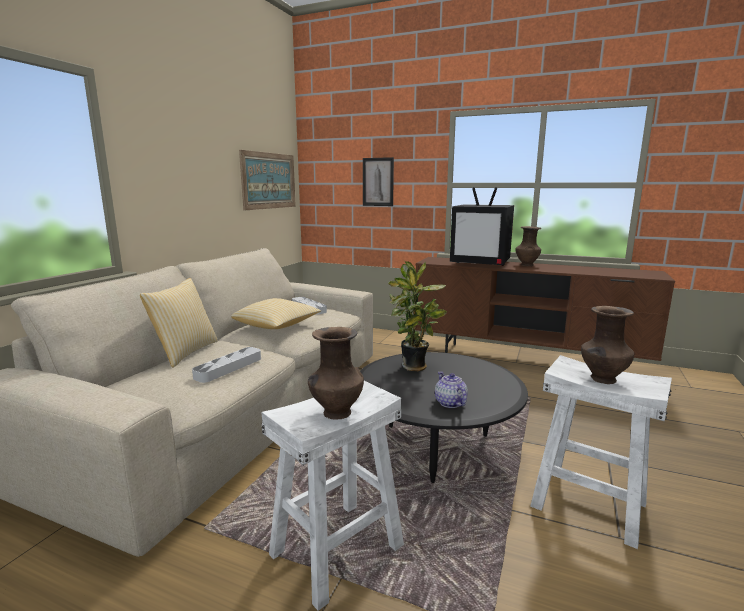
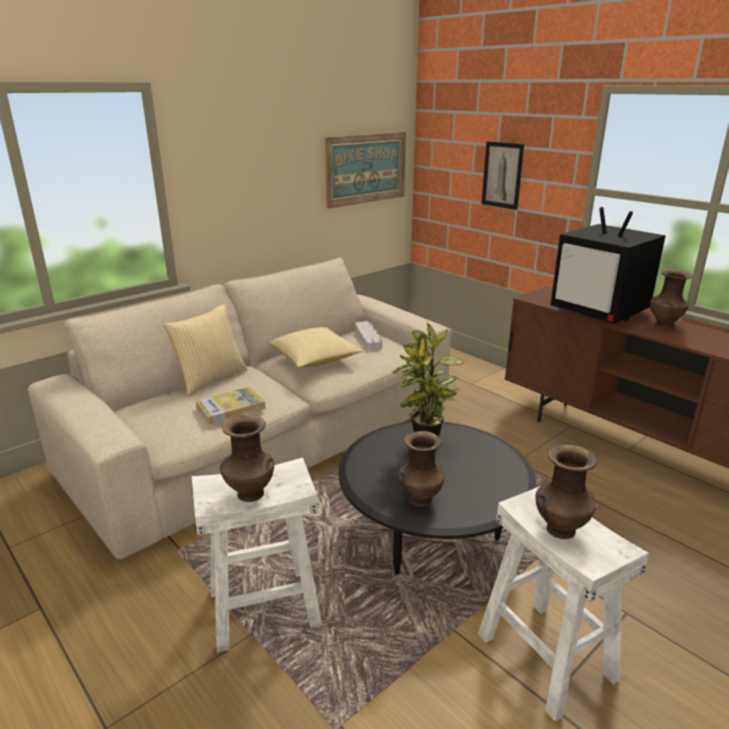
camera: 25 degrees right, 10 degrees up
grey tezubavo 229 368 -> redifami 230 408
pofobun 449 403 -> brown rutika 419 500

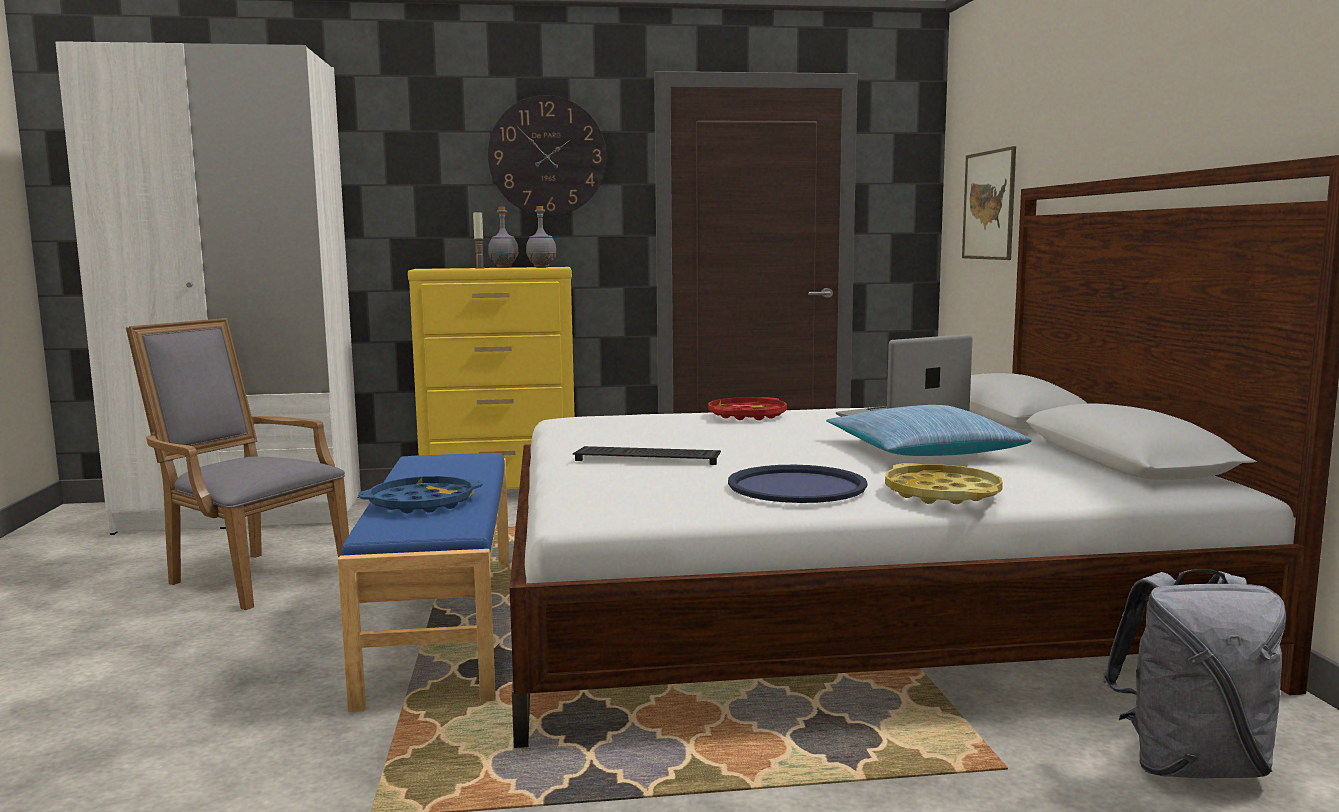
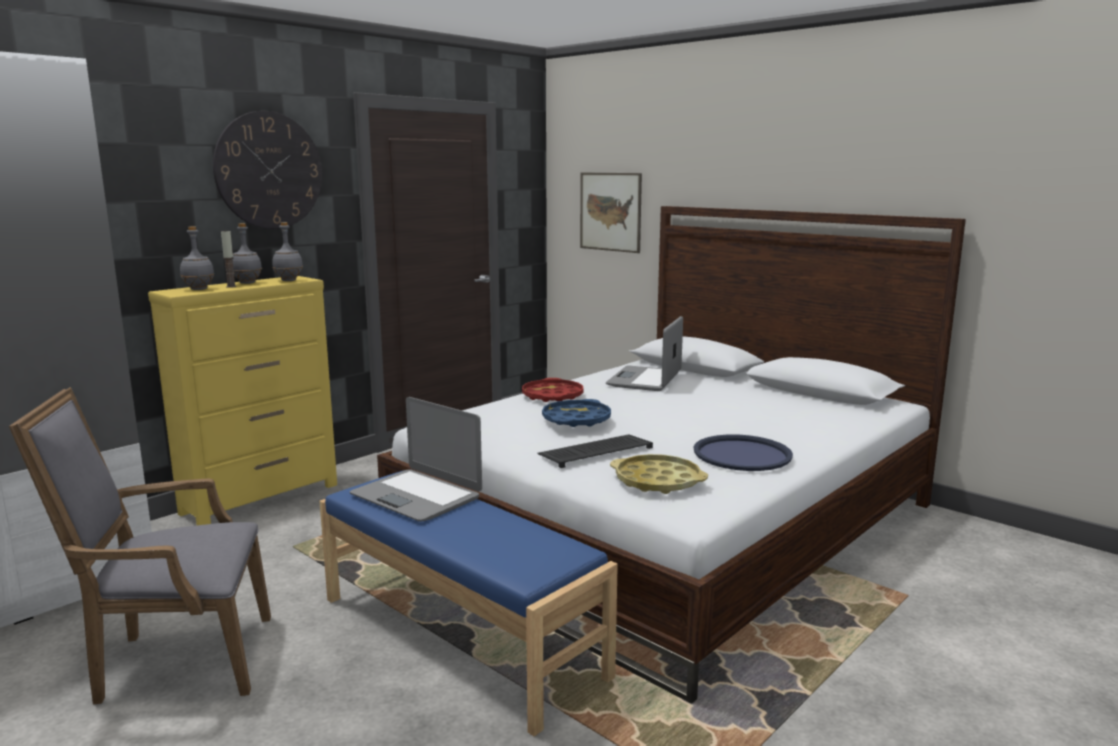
camera: 40 degrees left, 5 degrees up
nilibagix 922 451 -> none
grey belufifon 1190 765 -> none
none -> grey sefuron 199 289
none -> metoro 417 496
blue tezubavo 422 503 -> blue tezubavo 576 419, moved
yellow tezubavo 942 494 -> yellow tezubavo 657 481, moved

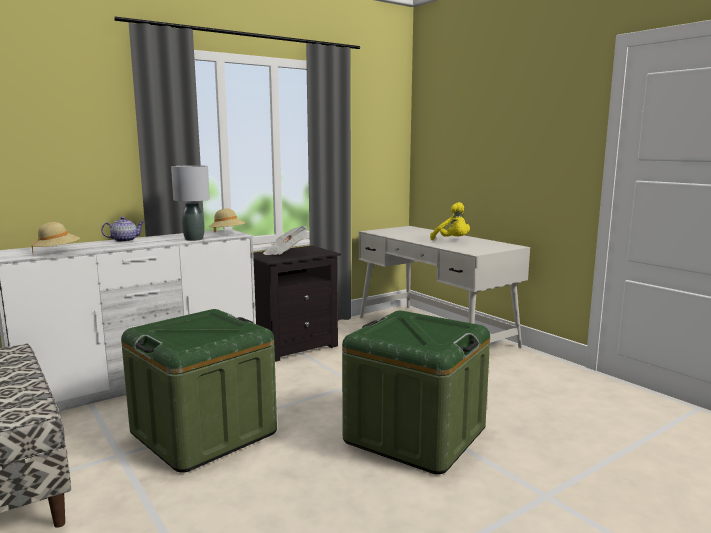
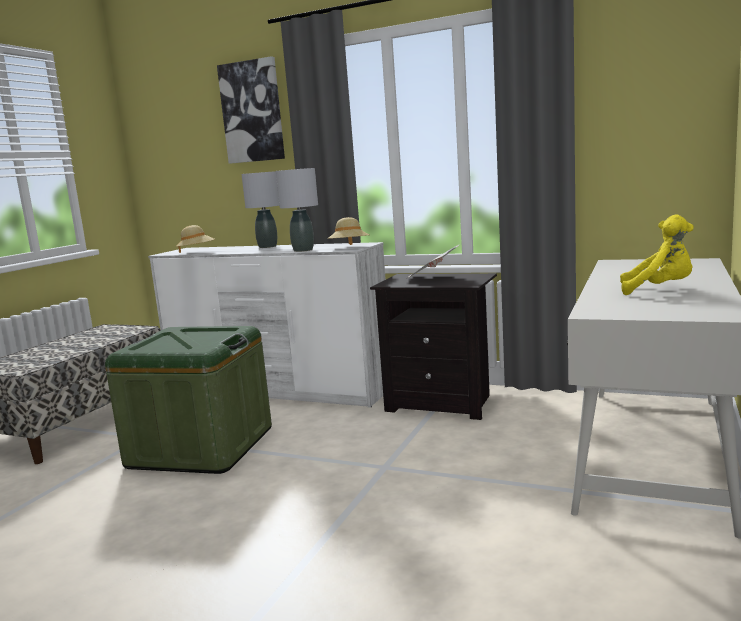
camera: 60 degrees right, 0 degrees up
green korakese 415 435 -> none
none -> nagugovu 252 112
pofobun 124 240 -> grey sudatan 267 246
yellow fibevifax 452 241 -> yellow fibevifax 659 290, 90 degrees counterclockwise

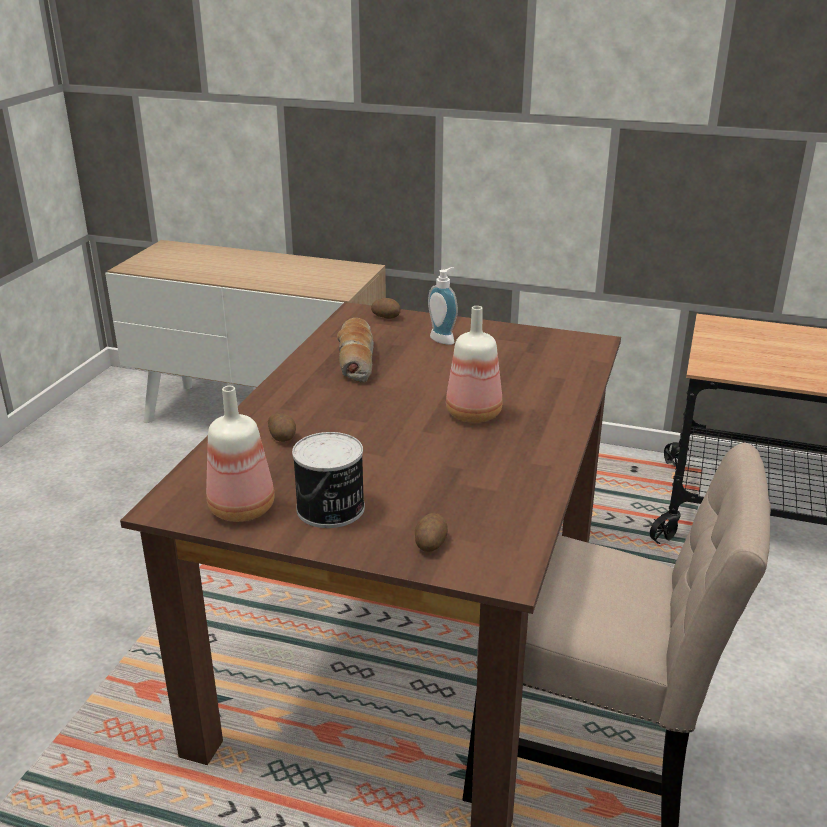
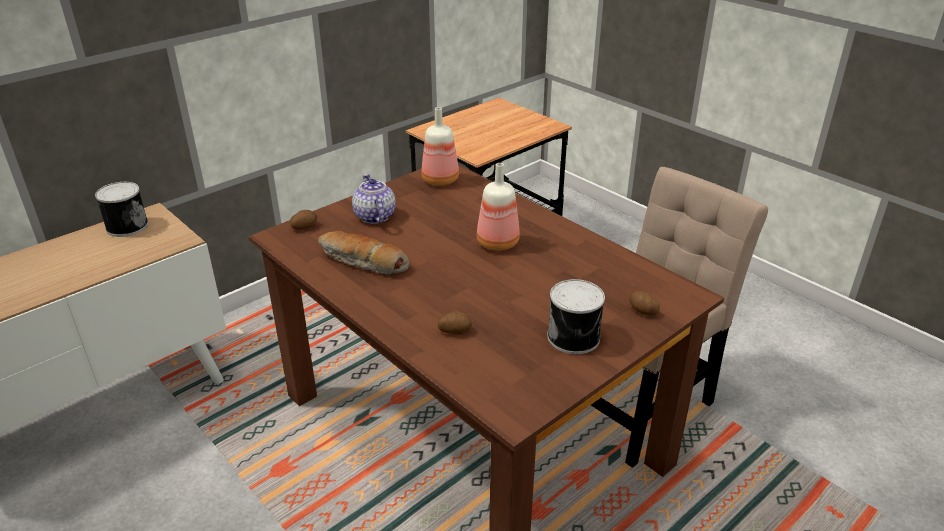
camera: 60 degrees left, 5 degrees up
none -> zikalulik 126 226
sefuron 243 508 -> sefuron 439 180, moved
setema 444 339 -> pofobun 374 216

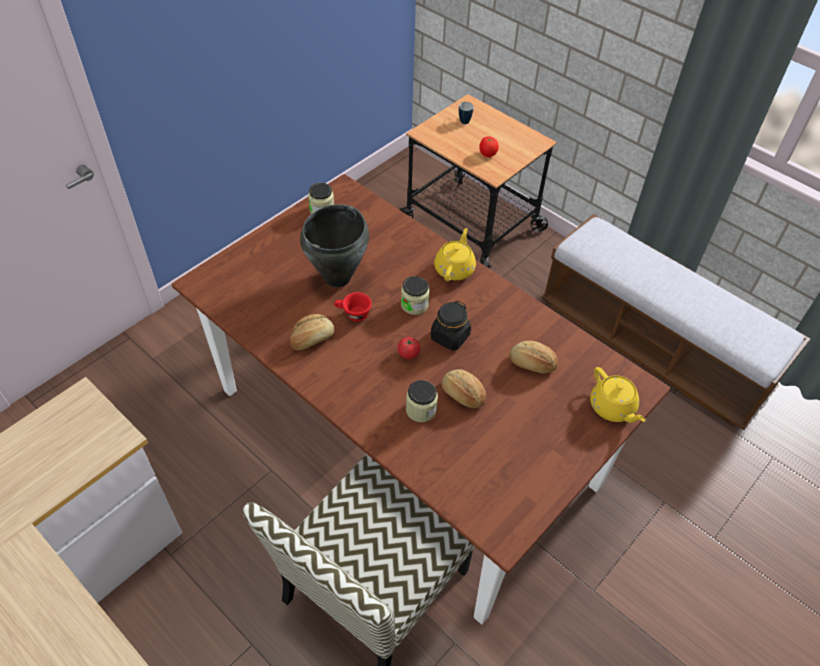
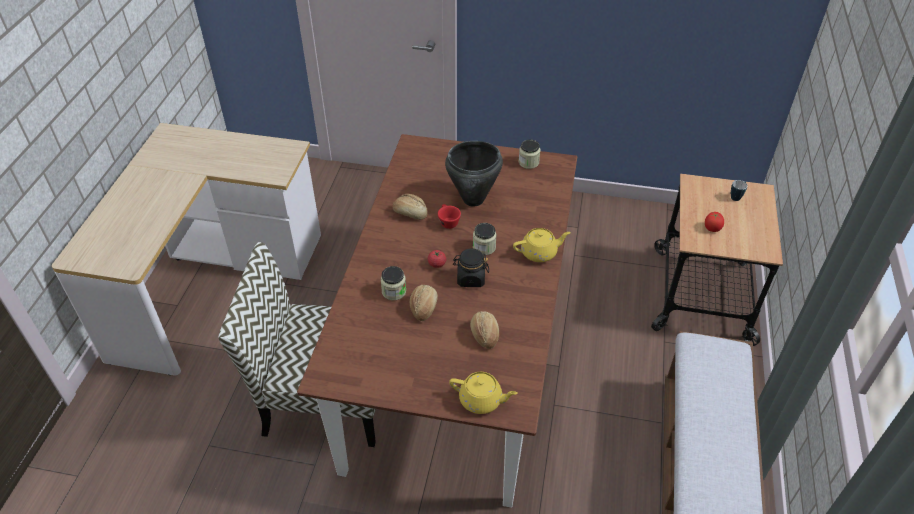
camera: 60 degrees right, 5 degrees down
yellow pofobun 612 407 -> yellow pofobun 481 400, 105 degrees counterclockwise

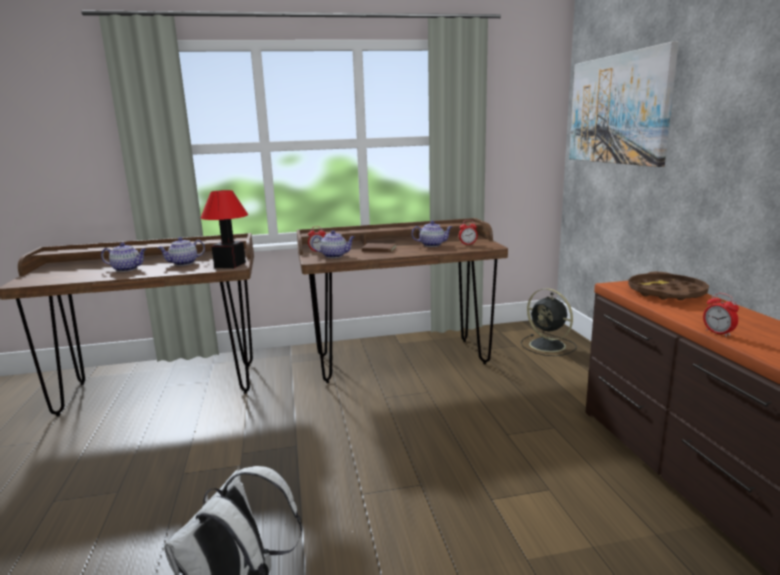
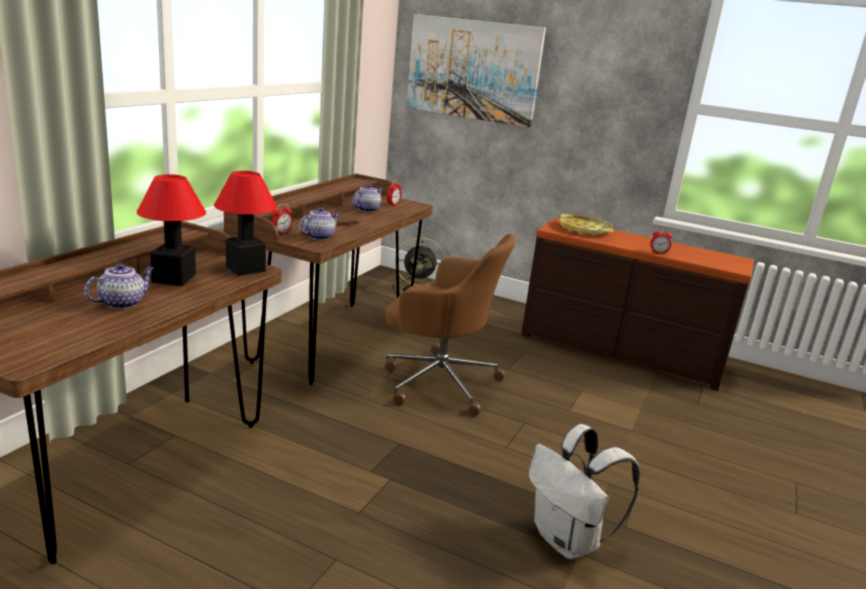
camera: 55 degrees left, 5 degrees up
none -> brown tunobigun 438 381
pofobun 183 263 -> sudatan 175 278
brown tezubavo 666 293 -> yellow tezubavo 584 230

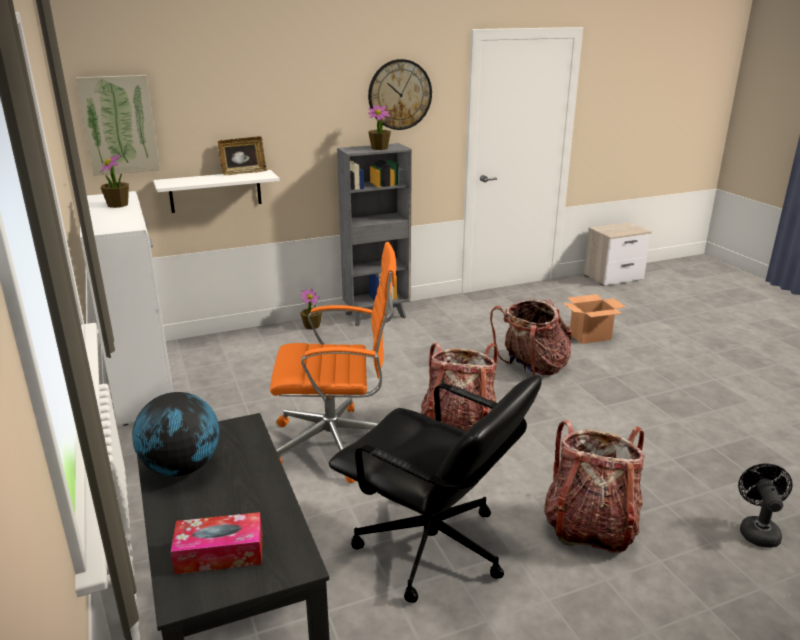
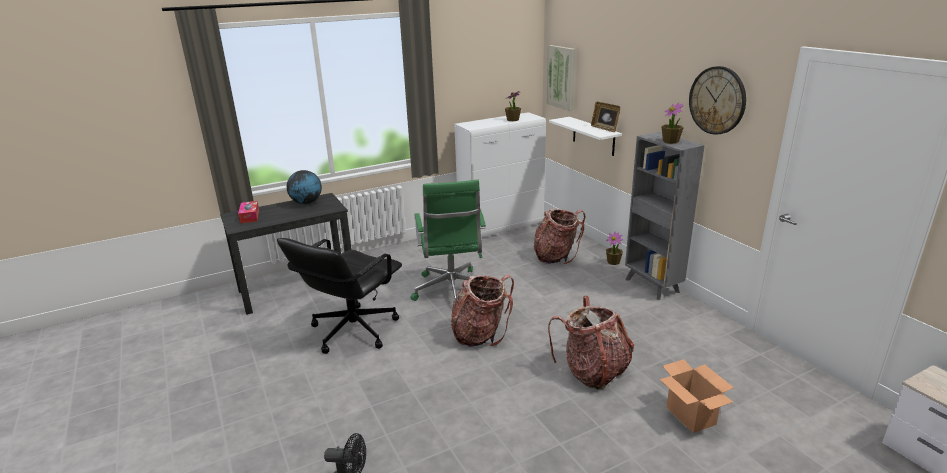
camera: 85 degrees right, 0 degrees up
belufifon 589 526 -> belufifon 556 256, moved
orange tunobigun 337 444 -> green tunobigun 452 291

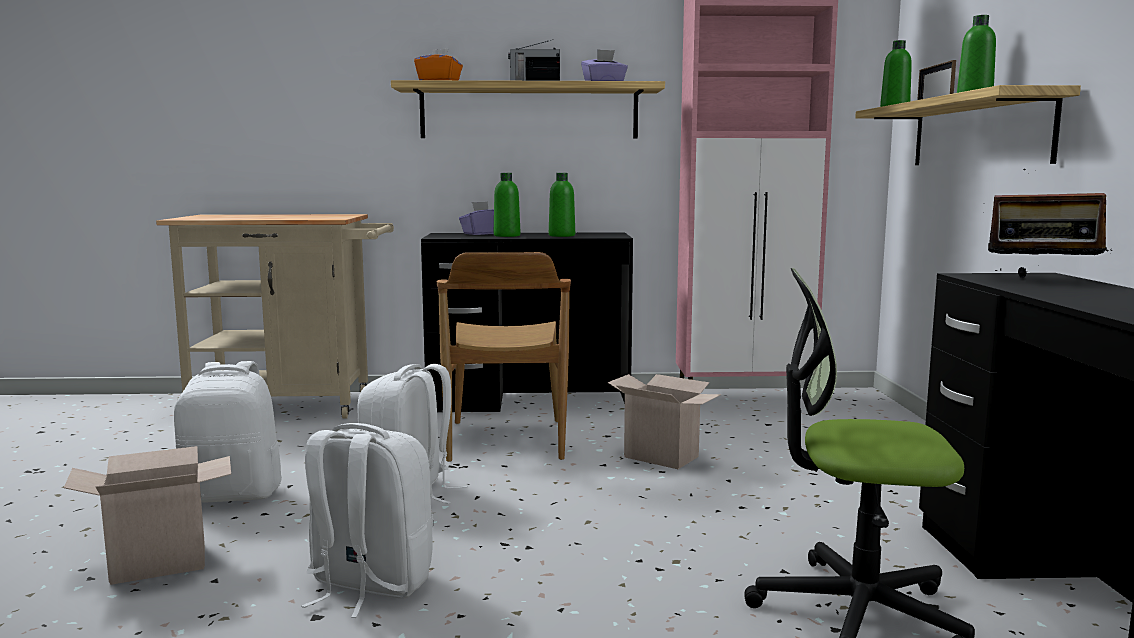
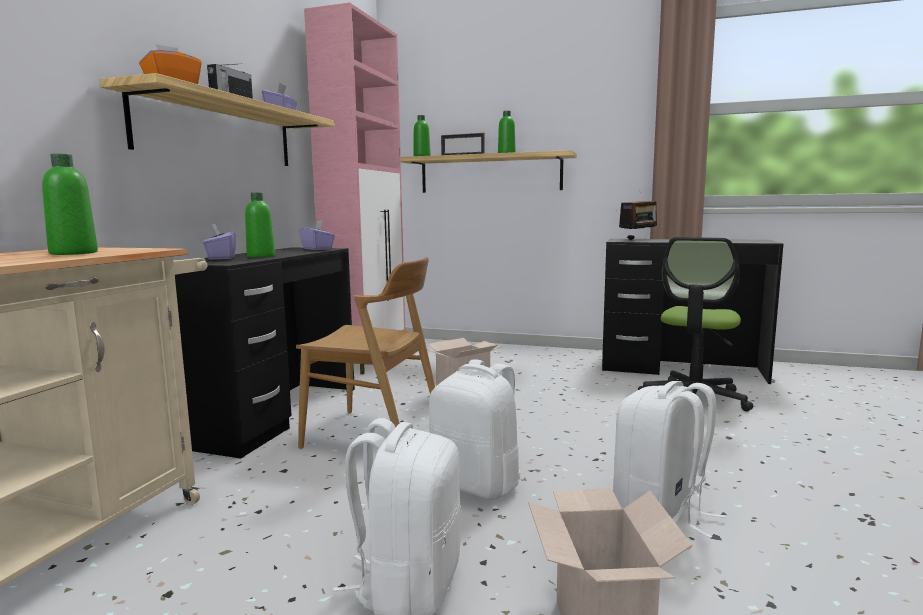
camera: 70 degrees left, 0 degrees up
none -> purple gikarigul 317 249
green sefuron 562 235 -> green sefuron 73 253, moved

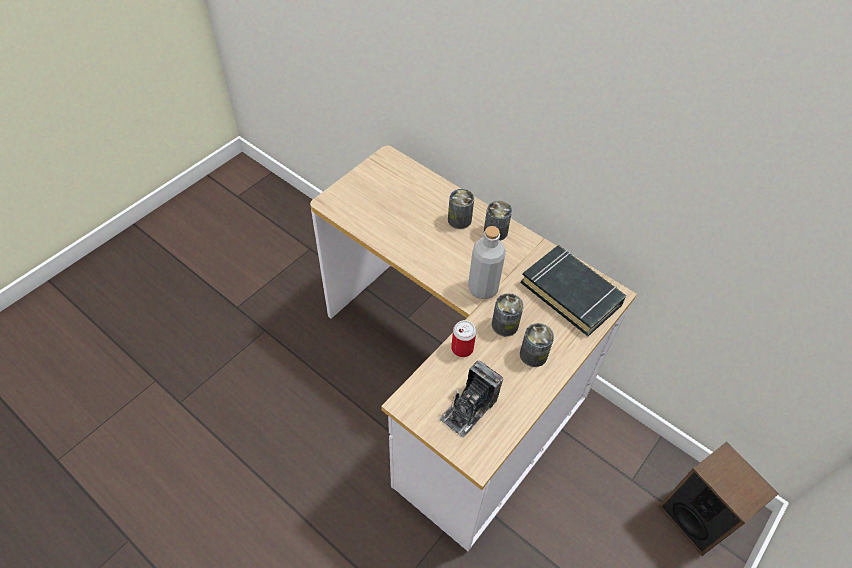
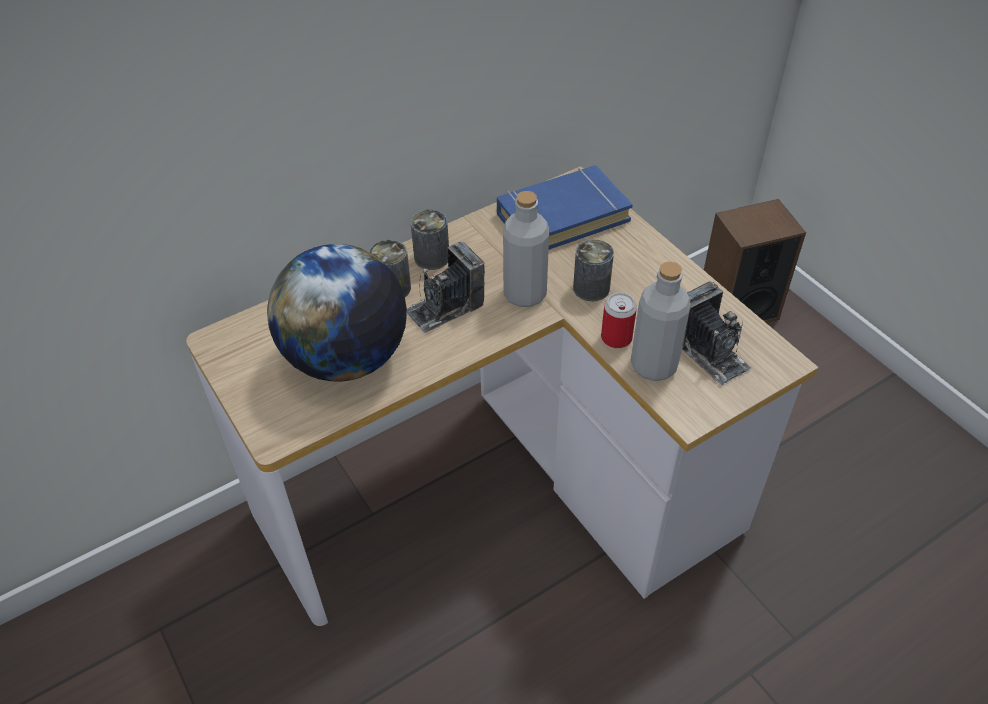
camera: 70 degrees left, 5 degrees down
zikalulik 533 354 -> none
none -> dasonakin 347 358
none -> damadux 445 307
none -> grey sefuron 653 365
black redifami 571 293 -> blue redifami 562 217

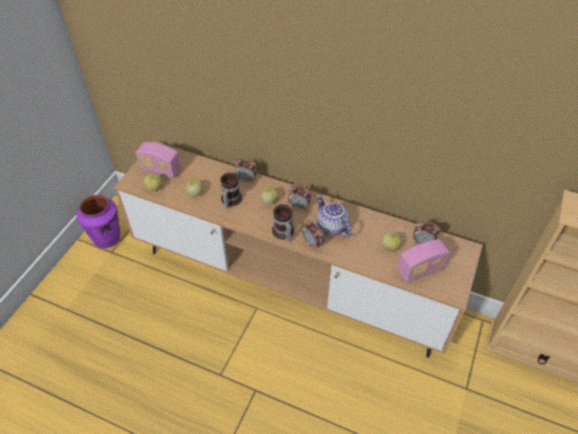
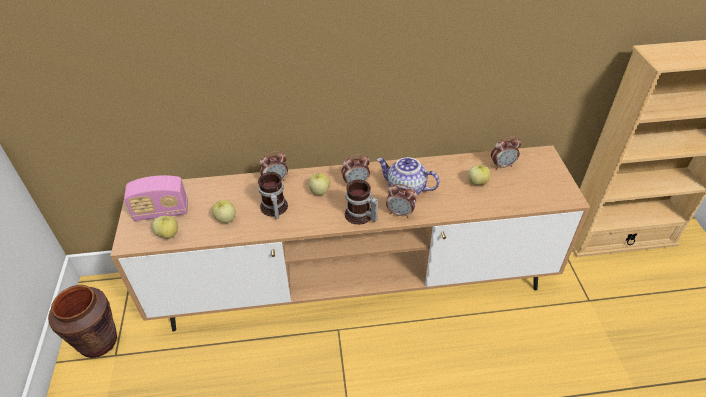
camera: 30 degrees left, 5 degrees down
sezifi 420 270 -> none
purple rutika 107 238 -> brown rutika 98 342

